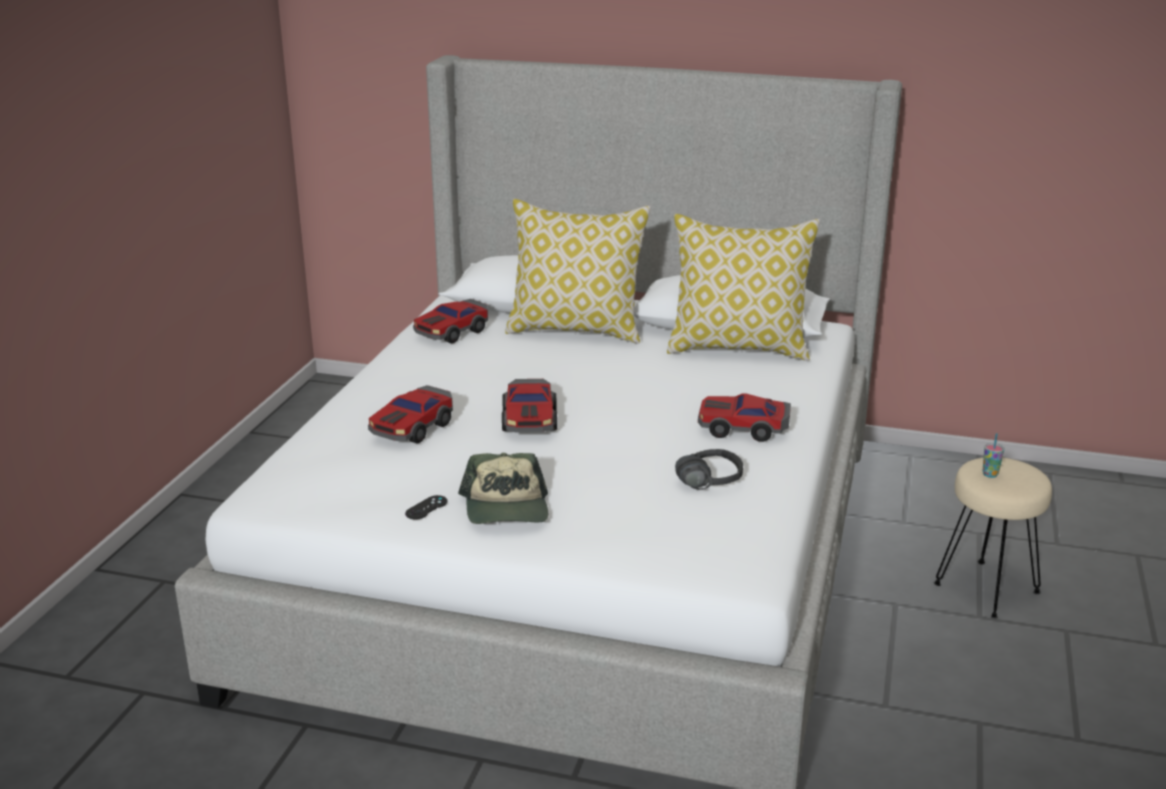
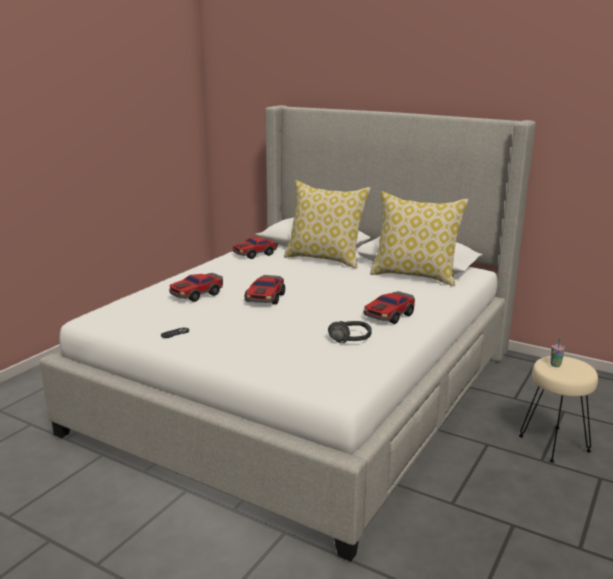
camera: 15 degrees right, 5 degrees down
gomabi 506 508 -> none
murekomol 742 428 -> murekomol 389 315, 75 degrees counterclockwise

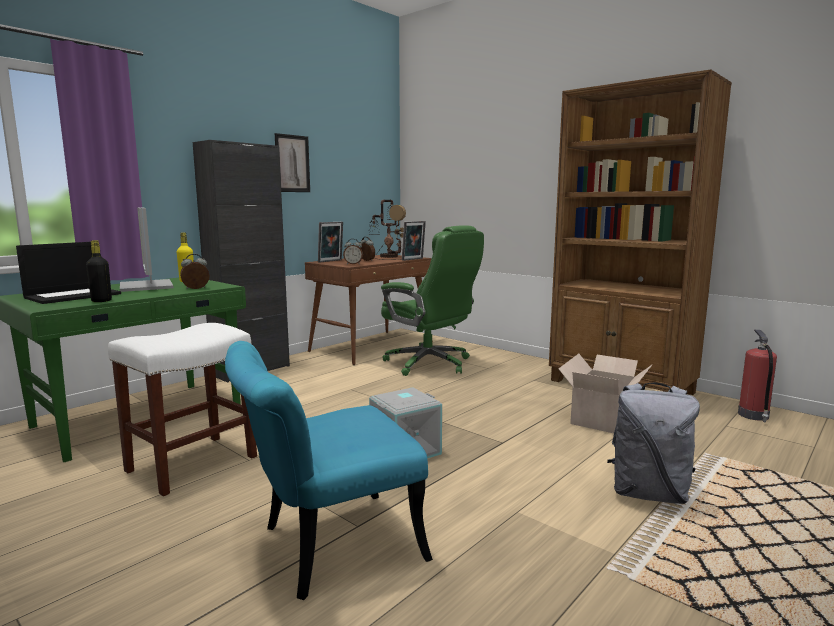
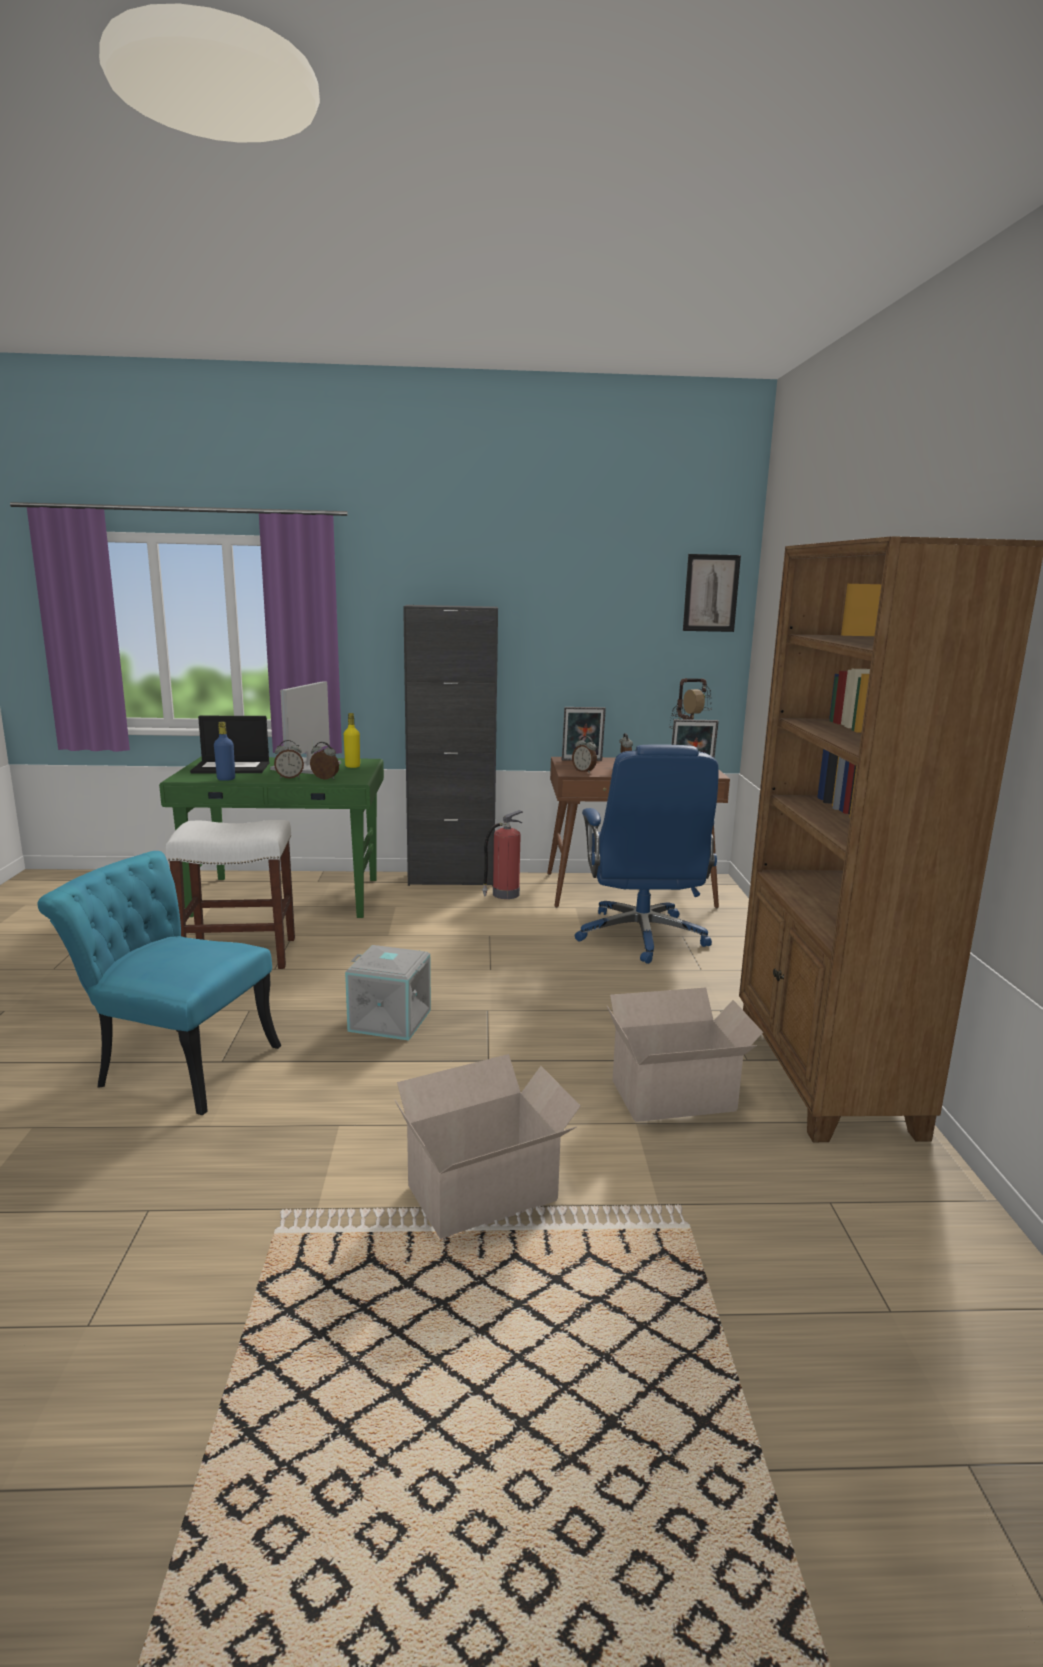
camera: 45 degrees right, 5 degrees up
none -> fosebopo 289 777
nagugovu 292 163 -> nagugovu 711 593, moved
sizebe 753 416 -> sizebe 504 894, moved
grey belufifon 648 493 -> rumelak 486 1192
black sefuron 101 301 -> blue sefuron 226 779
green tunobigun 430 364 -> blue tunobigun 641 937

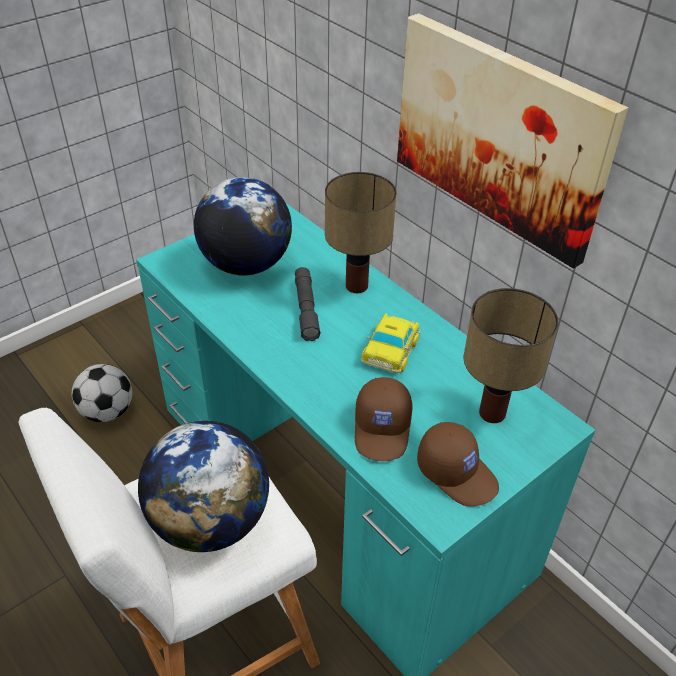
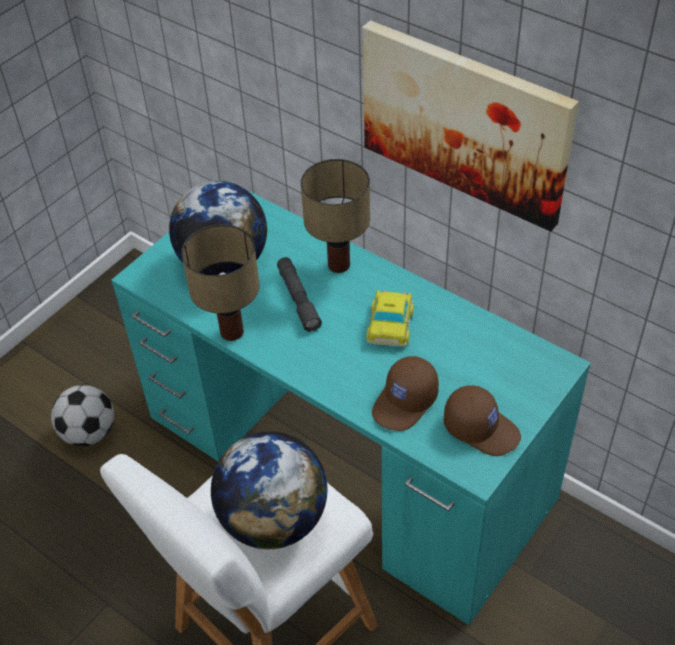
camera: 10 degrees left, 5 degrees up
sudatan 493 412 -> sudatan 232 331, moved
brown gomabi 383 429 -> brown gomabi 405 402, 45 degrees clockwise

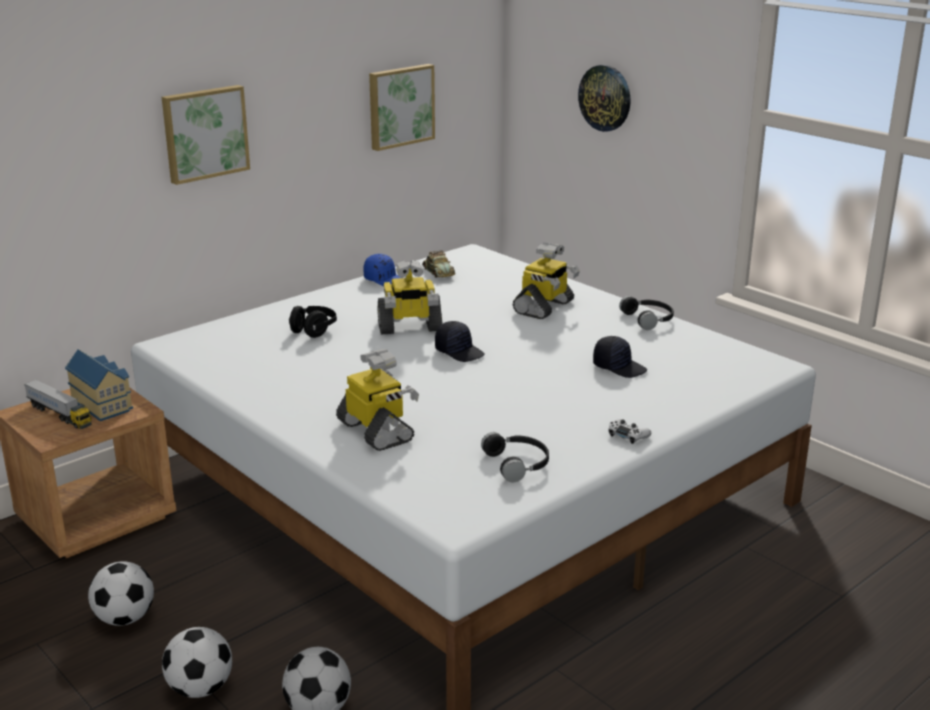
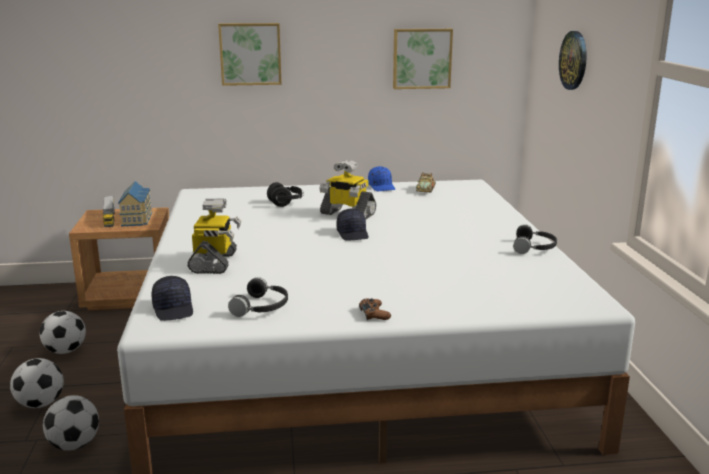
camera: 35 degrees right, 5 degrees down
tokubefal 544 307 -> none
black gomabi 619 367 -> black gomabi 174 309, moved
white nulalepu 628 435 -> brown nulalepu 374 314

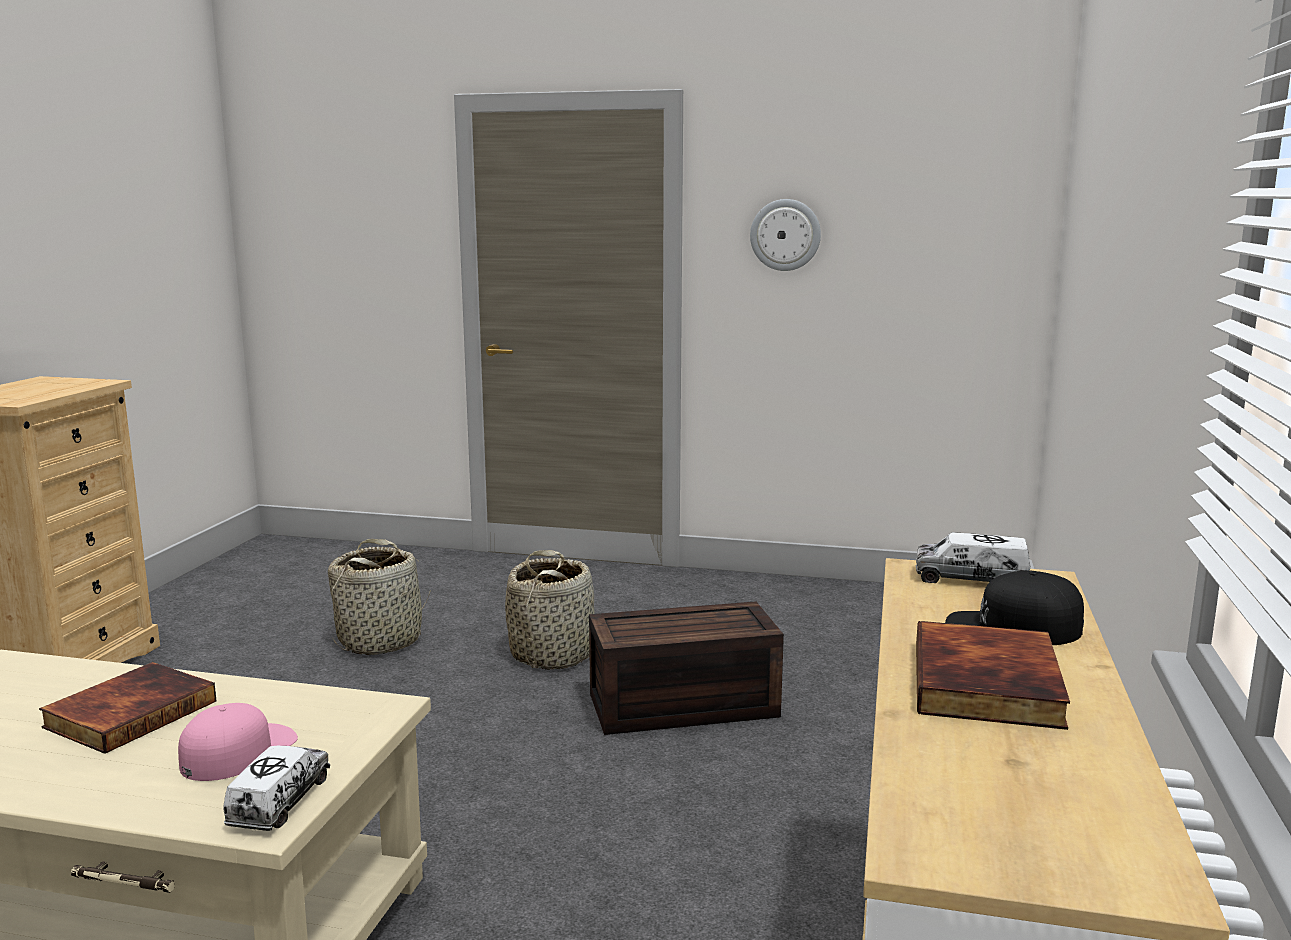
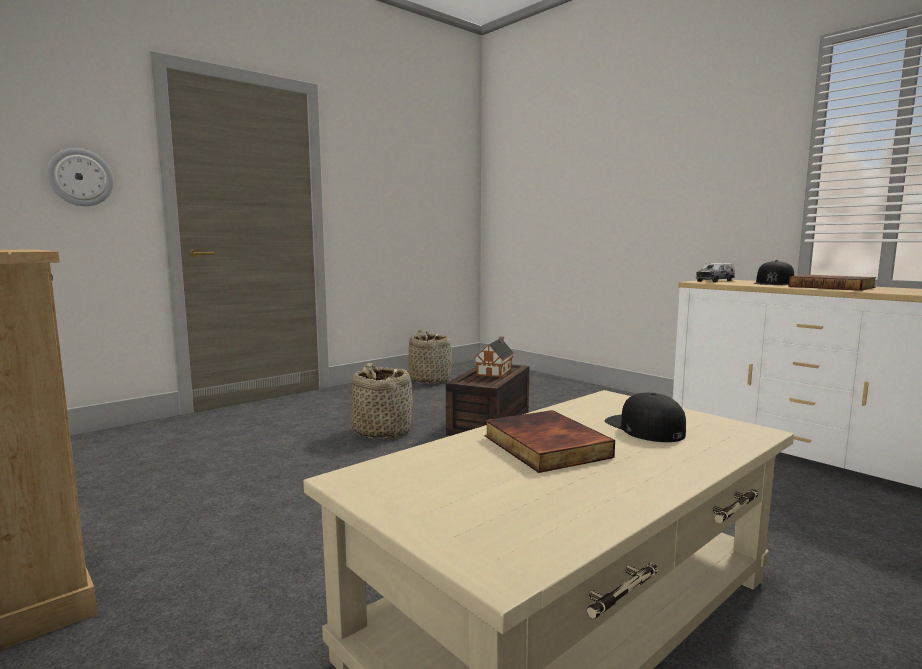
camera: 55 degrees left, 5 degrees down
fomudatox 280 801 -> none
none -> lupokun 495 371
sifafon 381 641 -> sifafon 429 380, moved
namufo 785 235 -> namufo 80 177, moved
pink gomabi 238 751 -> black gomabi 644 427

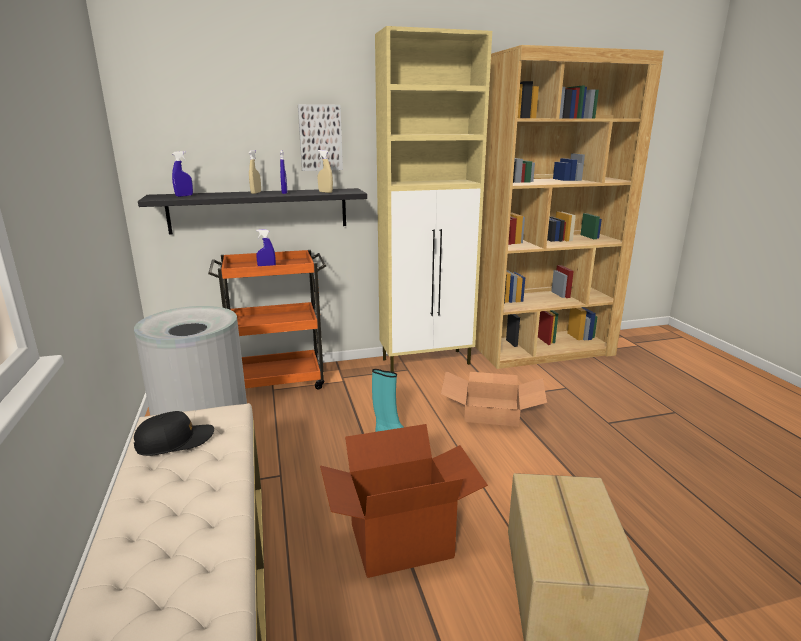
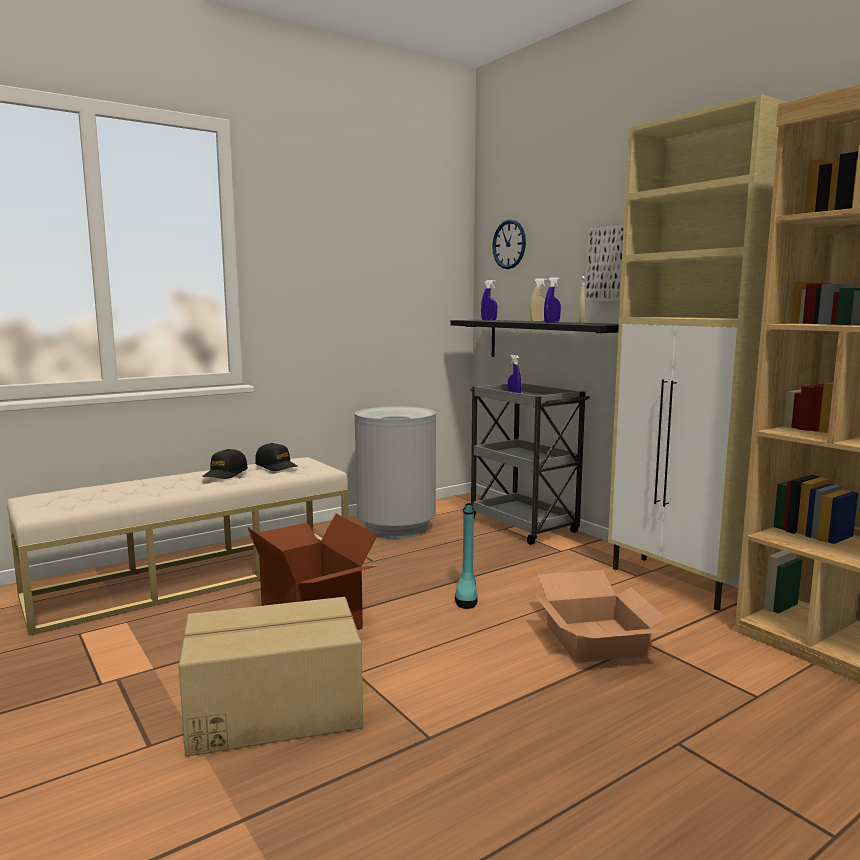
camera: 70 degrees right, 10 degrees down
none -> black gomabi 225 473
none -> namufo 509 244
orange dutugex 278 381 -> grey dutugex 523 527

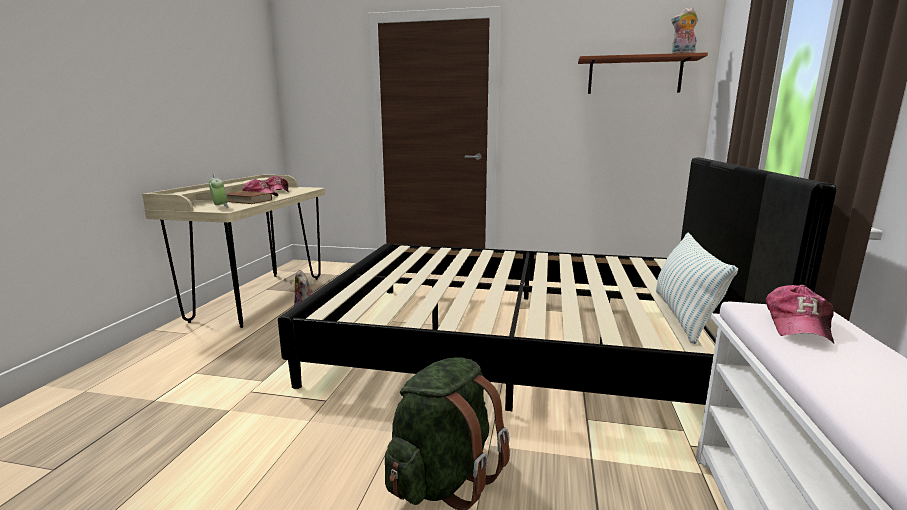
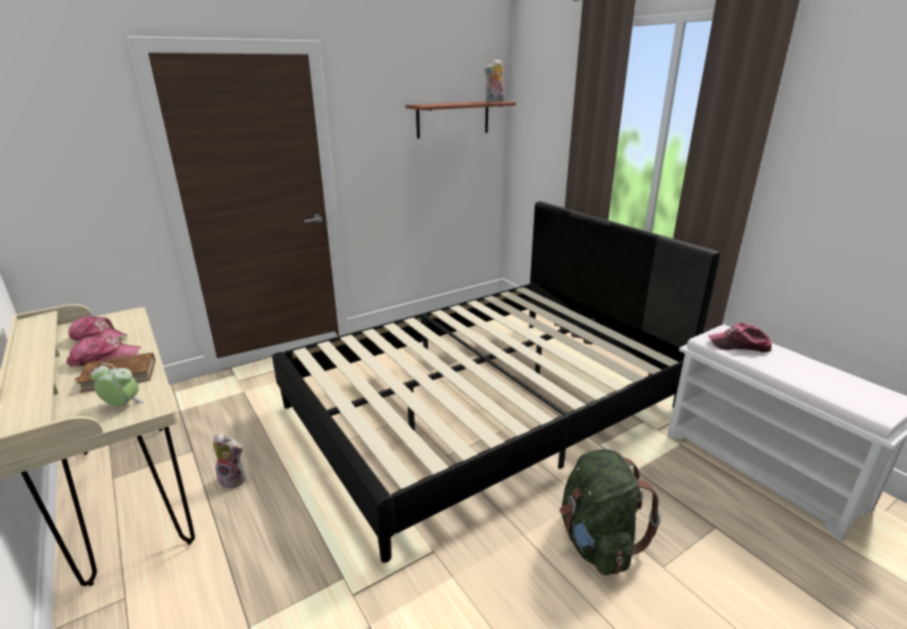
camera: 45 degrees left, 10 degrees up
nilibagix 683 315 -> none
gomabi 798 325 -> gomabi 739 345, 120 degrees clockwise

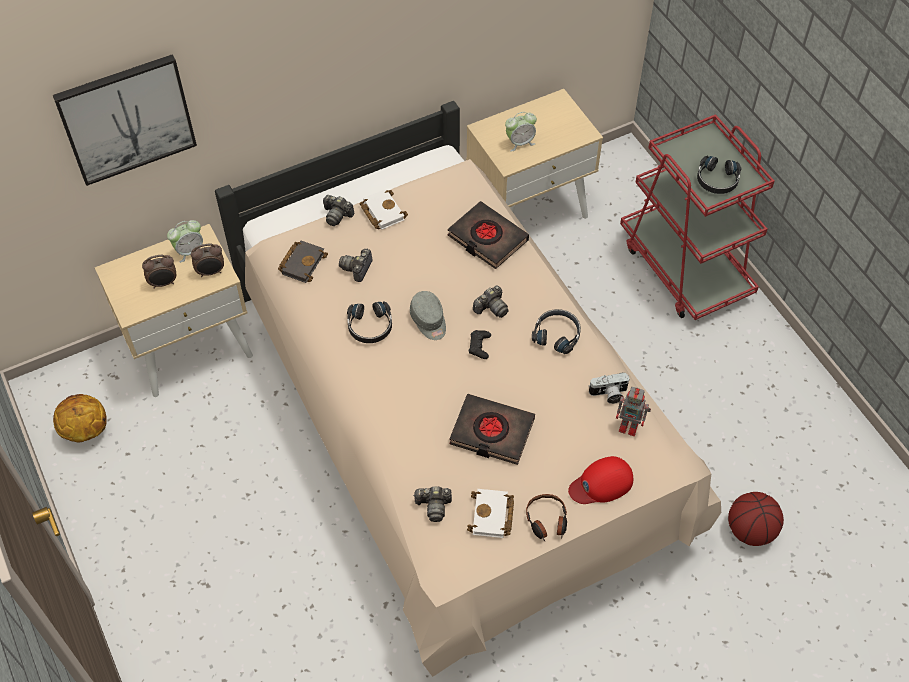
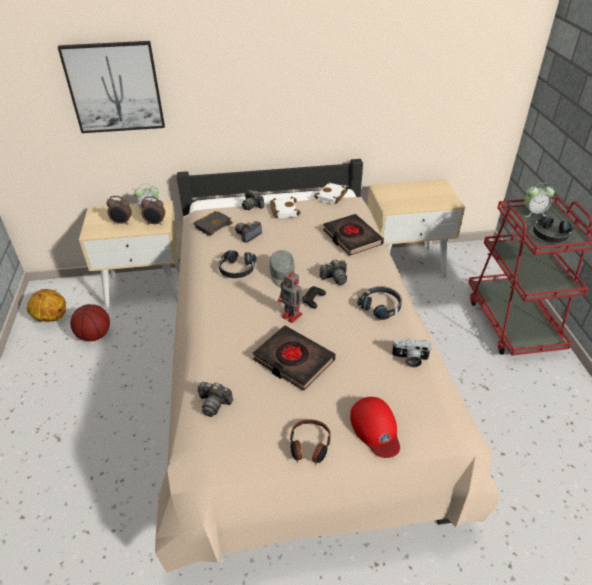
camera: 20 degrees right, 15 degrees down
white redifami 492 517 -> white redifami 331 196, moved
fosebopo 520 142 -> fosebopo 533 213, moved
tokubefal 630 426 -> tokubefal 292 316, moved
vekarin 750 530 -> vekarin 95 335, moved
red gomabi 601 483 -> red gomabi 375 429, 105 degrees counterclockwise

